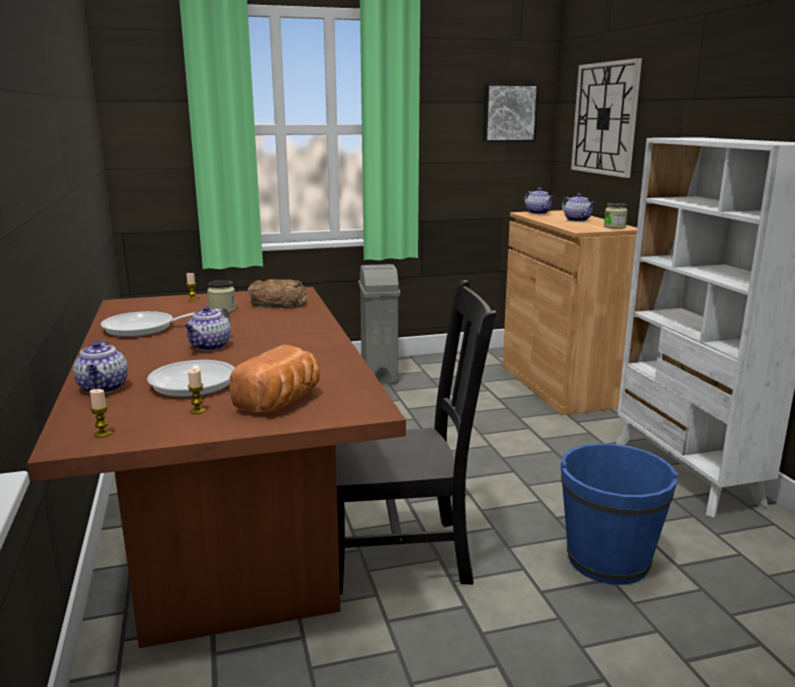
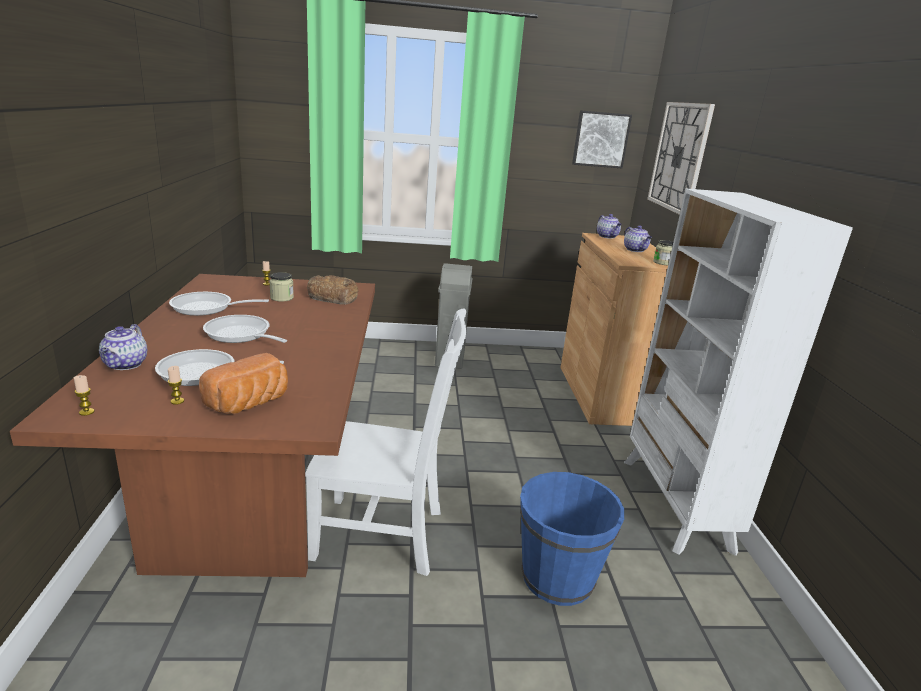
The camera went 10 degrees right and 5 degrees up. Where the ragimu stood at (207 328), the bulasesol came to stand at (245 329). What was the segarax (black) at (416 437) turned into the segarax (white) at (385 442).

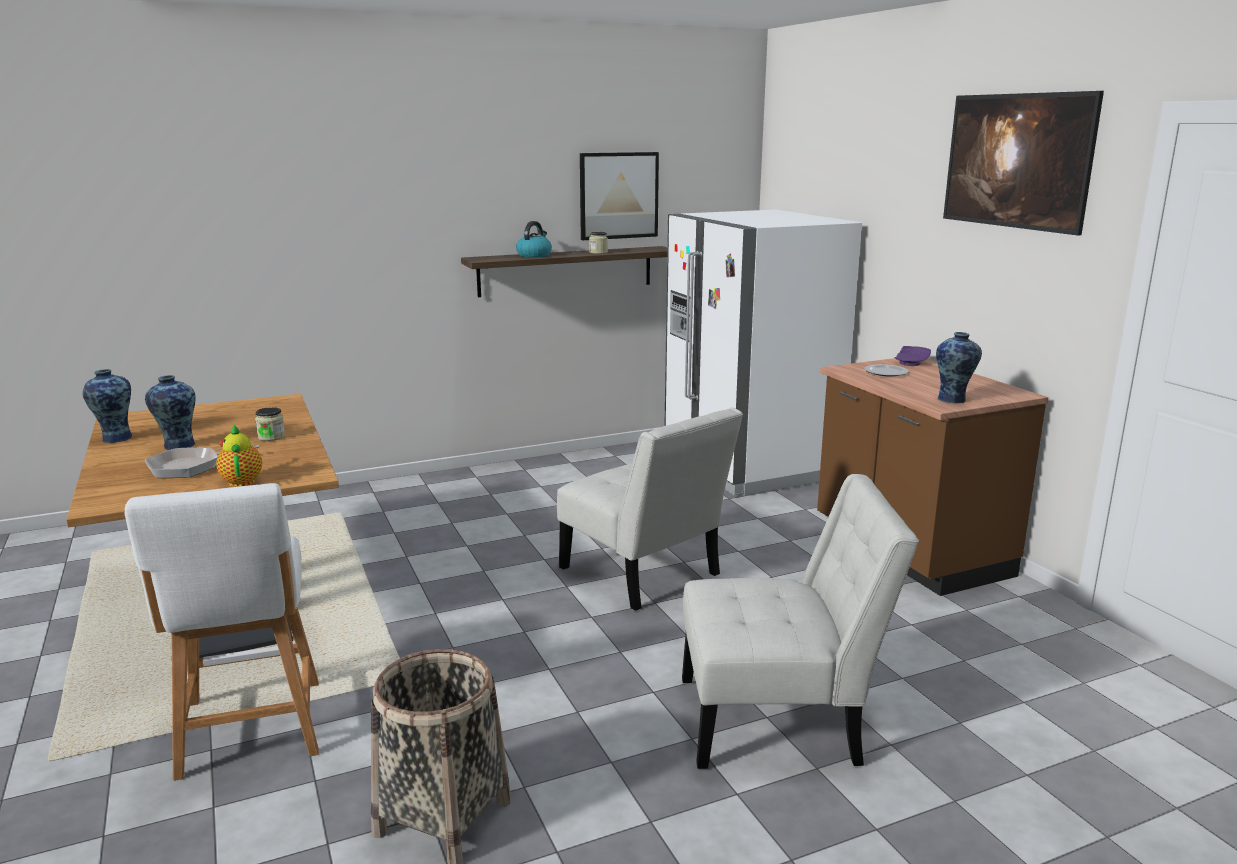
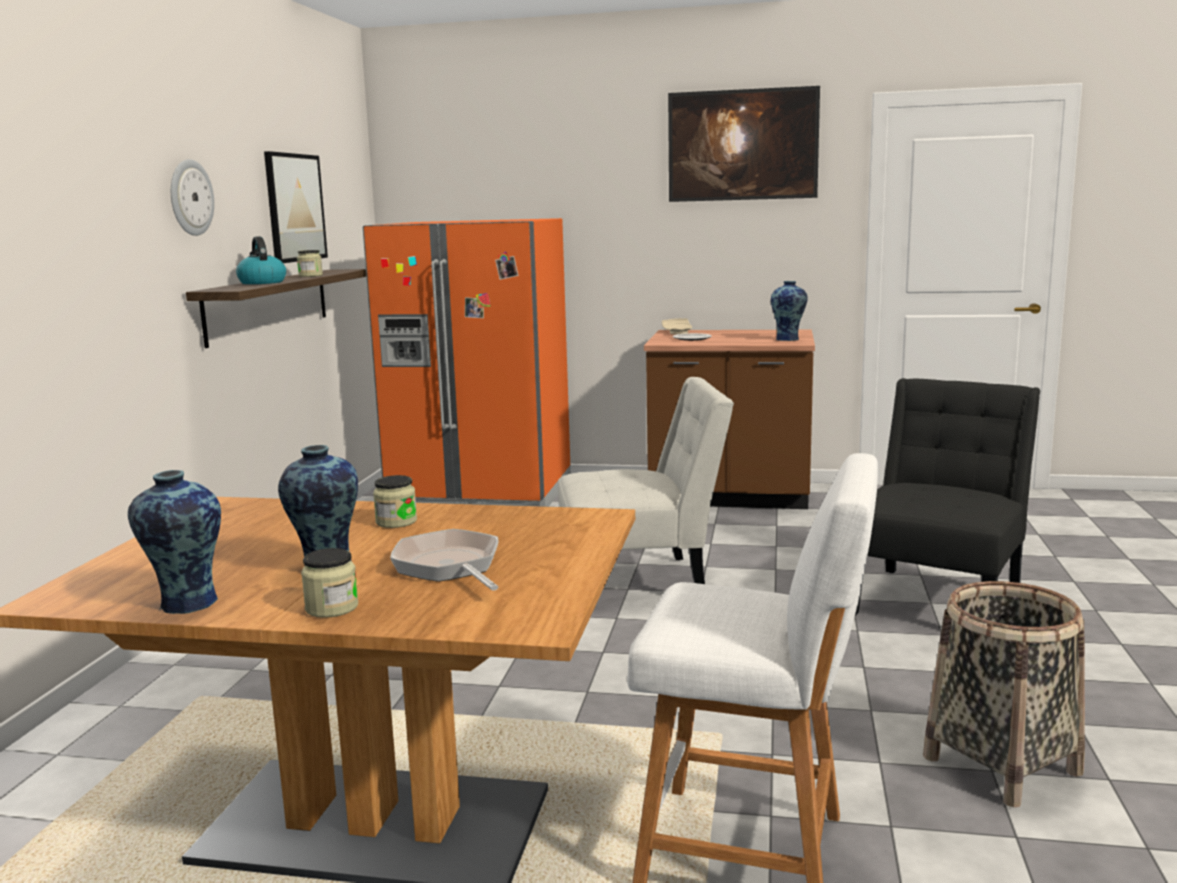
The camera went 55 degrees left and 5 degrees down. The second view lost the ragimu at (239 455). The second view gained the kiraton at (192 197). The second view gained the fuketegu at (329 583). What was the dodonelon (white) at (763 353) turned into the dodonelon (orange) at (467 362). What was the segarax (white) at (800 621) turned into the segarax (black) at (947 497). What was the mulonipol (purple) at (912 356) turned into the mulonipol (beige) at (677 326). The bulasesol at (202 461) ended up facing another way, 150 degrees clockwise from before.

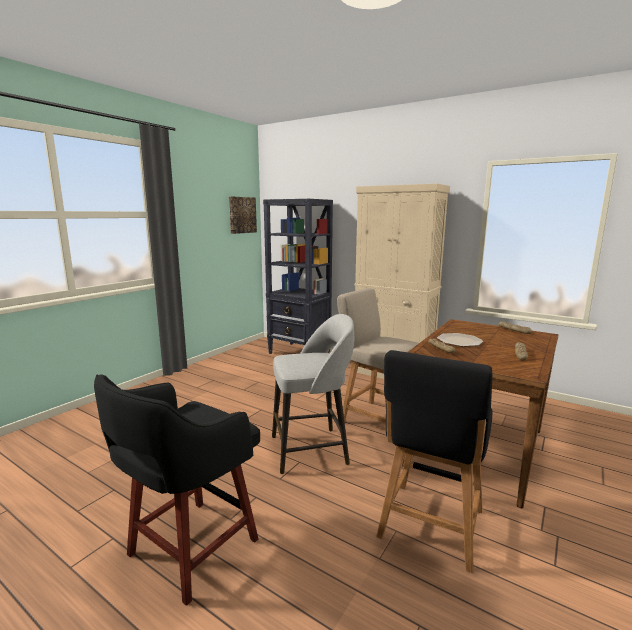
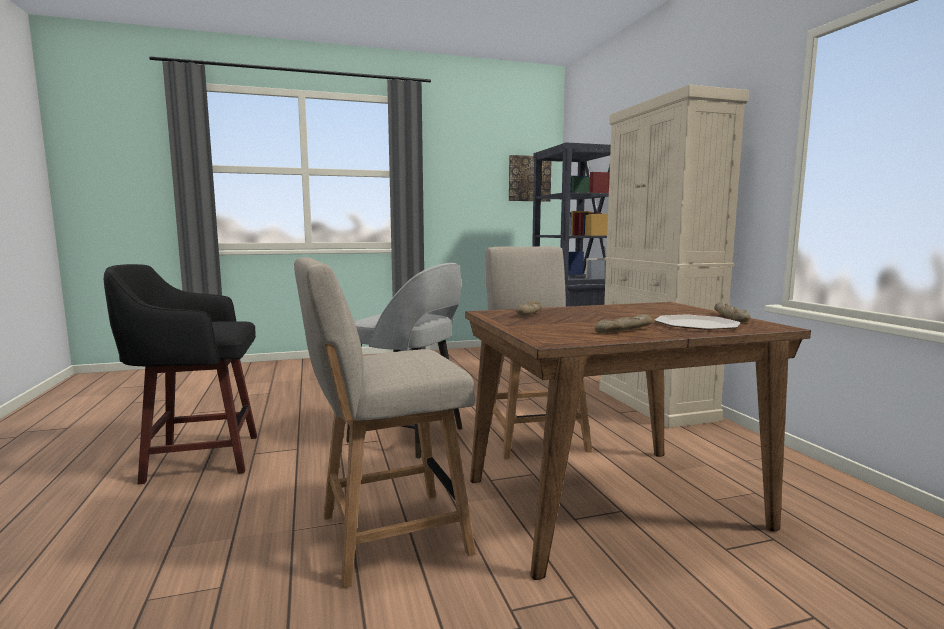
The camera went 40 degrees right and 5 degrees down. The mulonipol ended up elsewhere, having gone from (460 340) to (697 322). What was the segarax (black) at (434 461) turned into the segarax (beige) at (385 422).

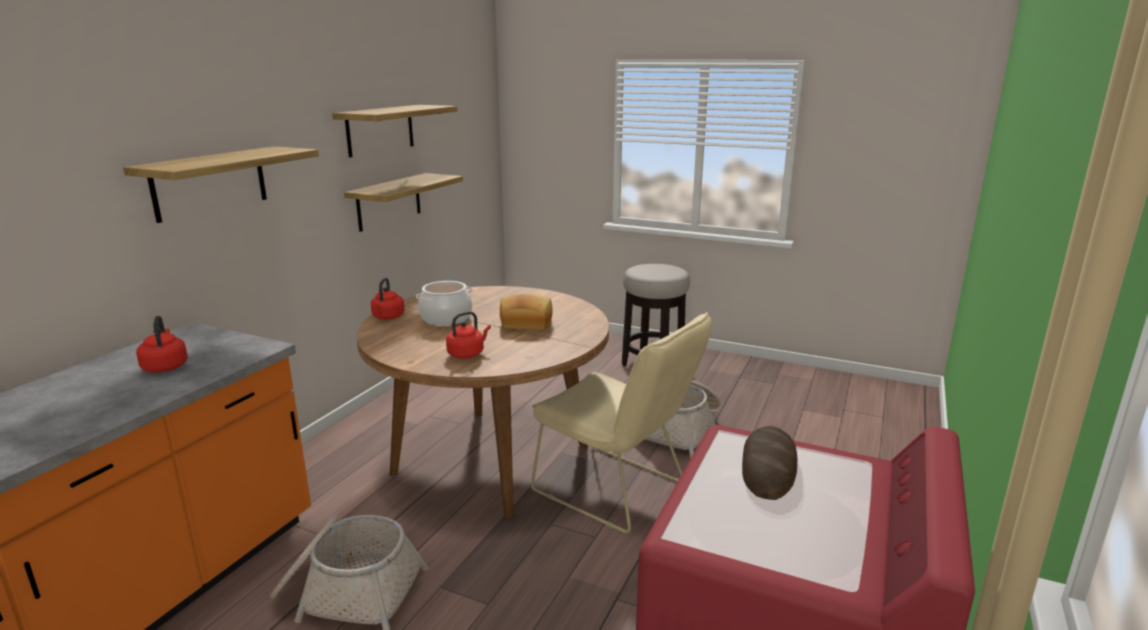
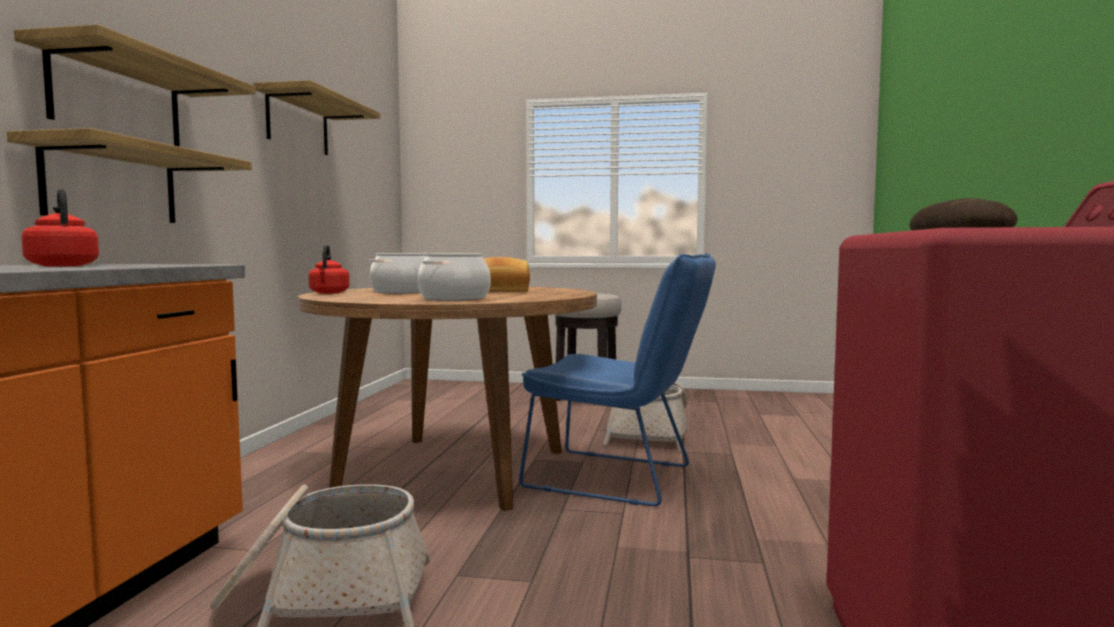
The camera went 15 degrees left and 15 degrees down. The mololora ended up elsewhere, having gone from (403 202) to (129 175). Where the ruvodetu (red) stood at (468 335), the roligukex came to stand at (454 277). What was the segarax (beige) at (621 422) turned into the segarax (blue) at (617 379).

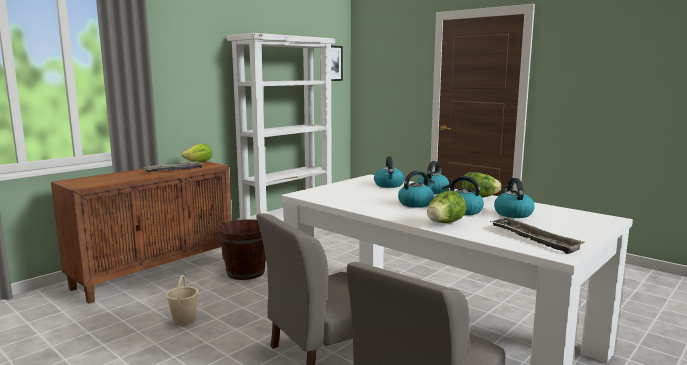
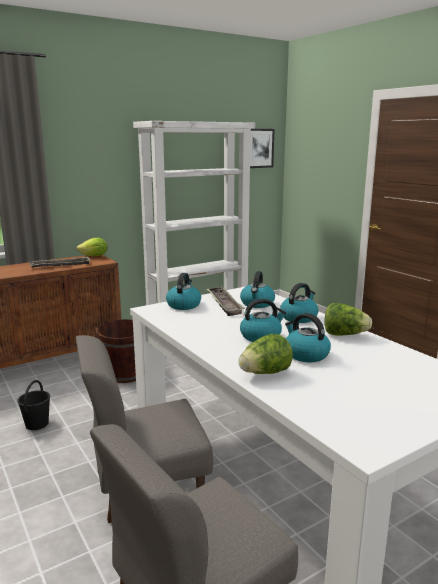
The camera went 15 degrees right and 5 degrees up. The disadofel ended up elsewhere, having gone from (538 235) to (226 301). The ruvodetu ended up elsewhere, having gone from (514 198) to (183 291). What was the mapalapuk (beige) at (182 300) turned into the mapalapuk (black) at (33 405).

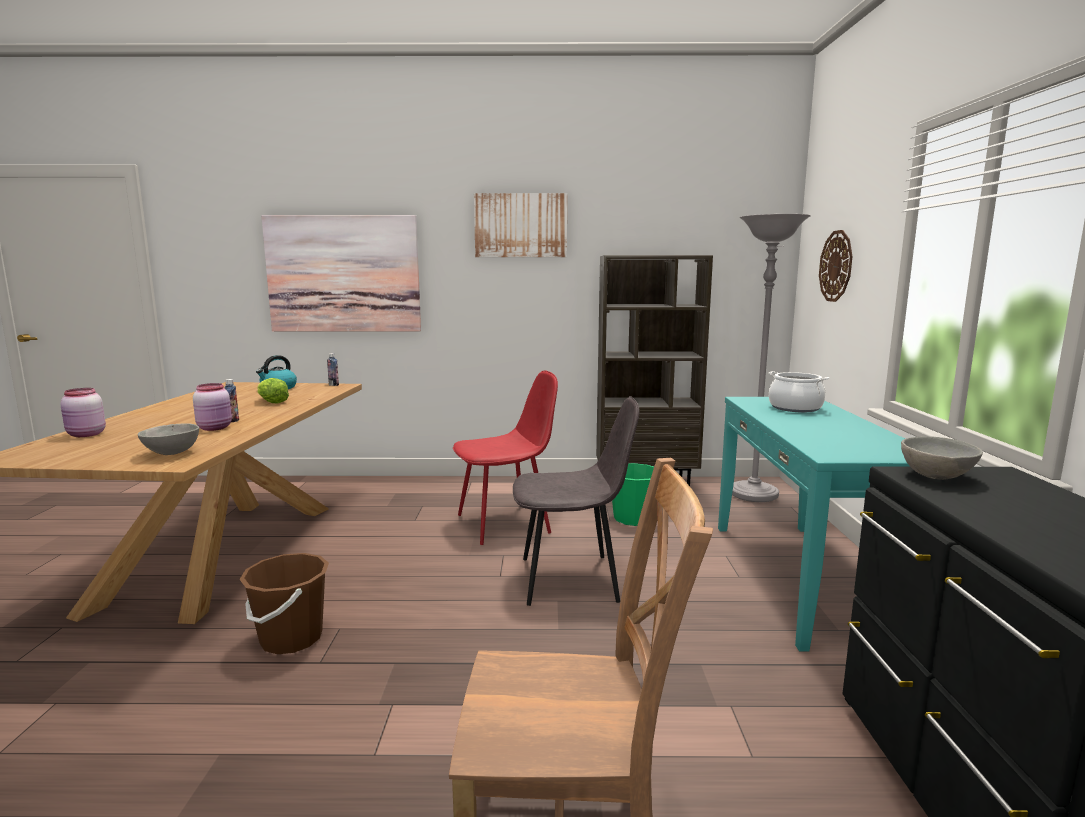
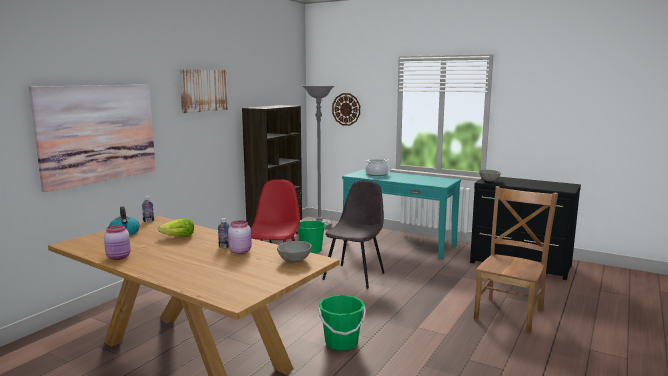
The camera went 60 degrees left and 0 degrees up. The fuketegu (pink) ended up elsewhere, having gone from (83 412) to (117 242). What was the mapalapuk (brown) at (284 603) turned into the mapalapuk (green) at (342 323).

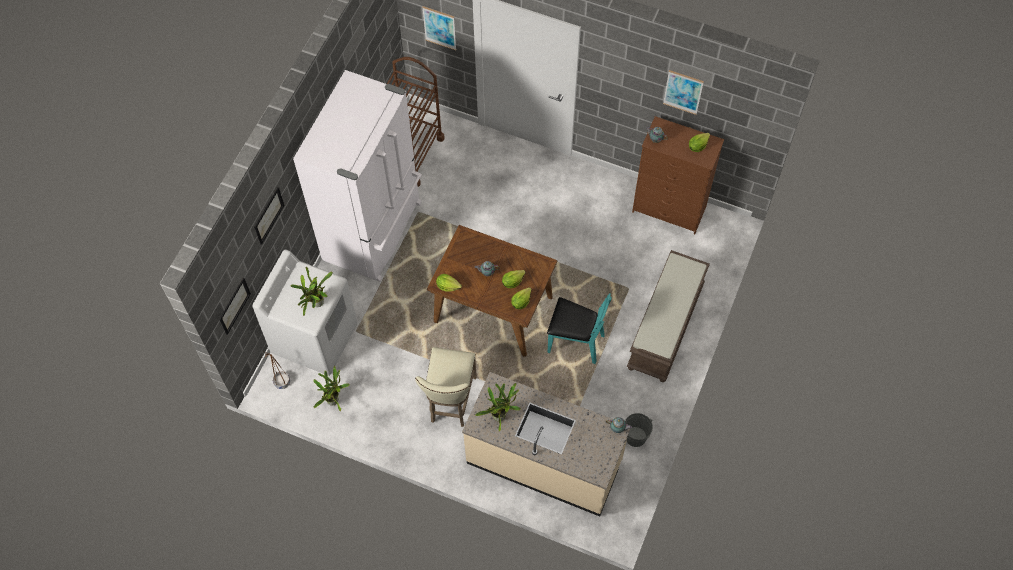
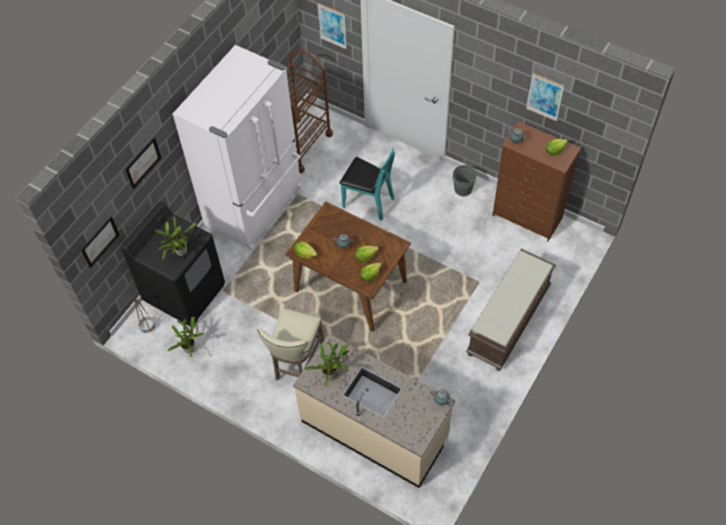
The camera went 10 degrees right and 5 degrees down. The segarax (turquoise) ended up elsewhere, having gone from (579 328) to (367 184). The mapalapuk (grey) ended up elsewhere, having gone from (639 430) to (465 180). What was the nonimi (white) at (305 313) turned into the nonimi (black) at (173 264).

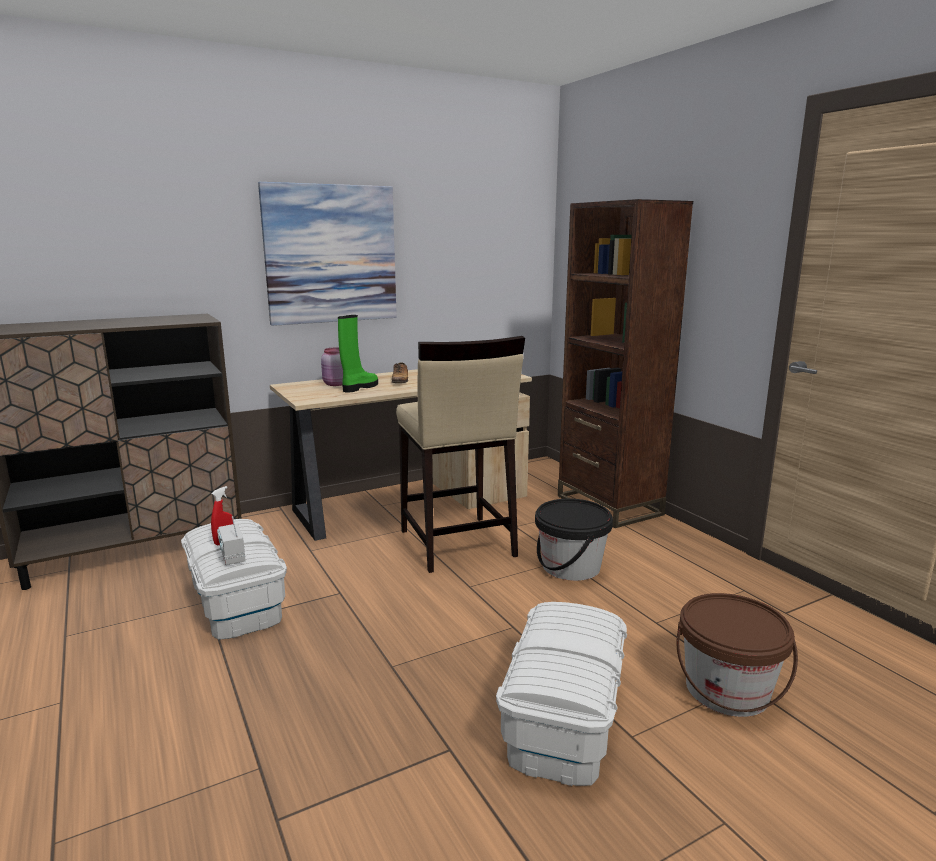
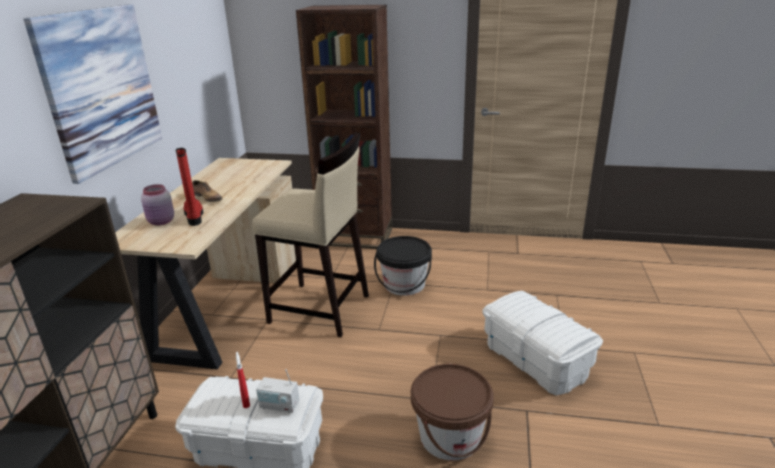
The camera went 50 degrees left and 10 degrees up. The mapalapuk (brown) ended up elsewhere, having gone from (737 655) to (452 412). What was the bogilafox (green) at (358 354) turned into the bogilafox (red) at (189 187).

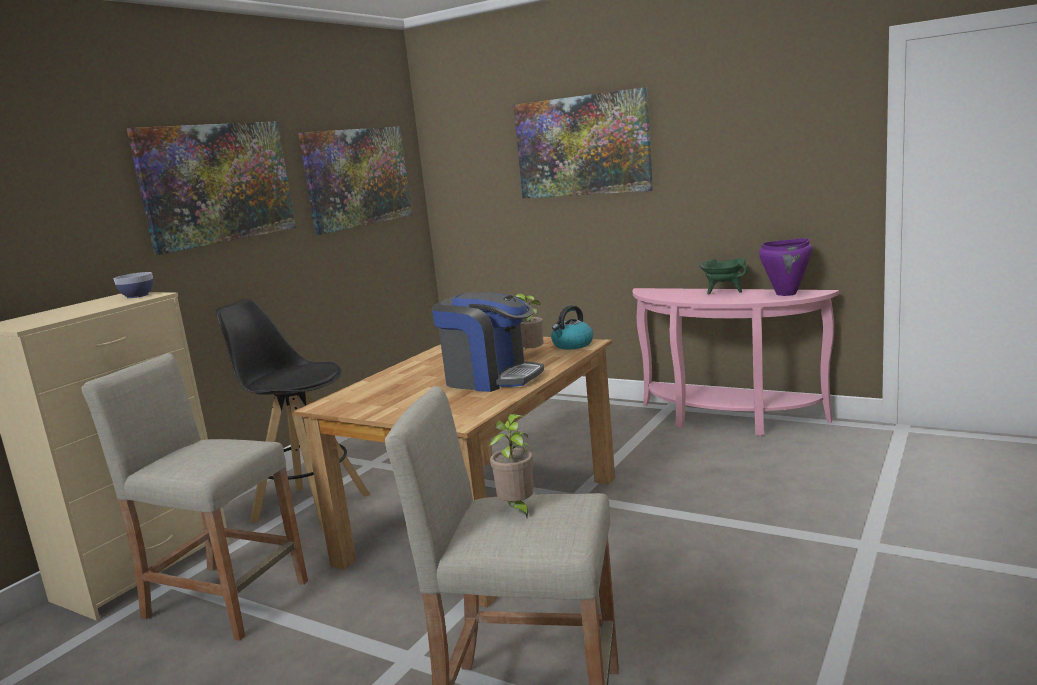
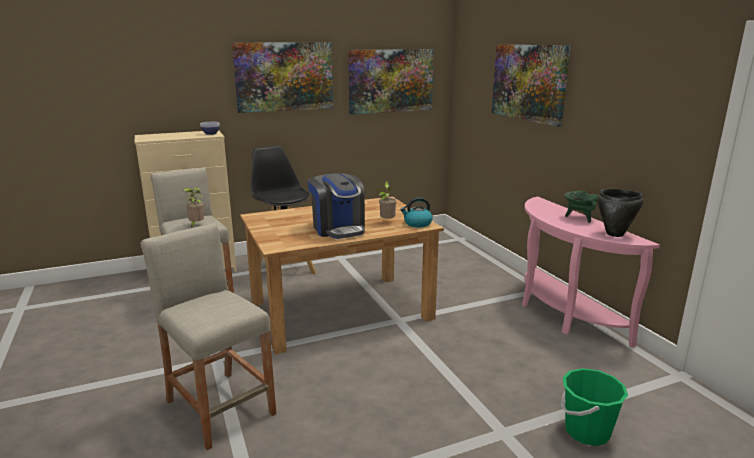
The camera went 35 degrees right and 5 degrees up. The second view gained the mapalapuk (green) at (594 407). The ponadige ended up elsewhere, having gone from (511 466) to (193 208). What was the roligukex (purple) at (785 267) turned into the roligukex (black) at (620 213).

